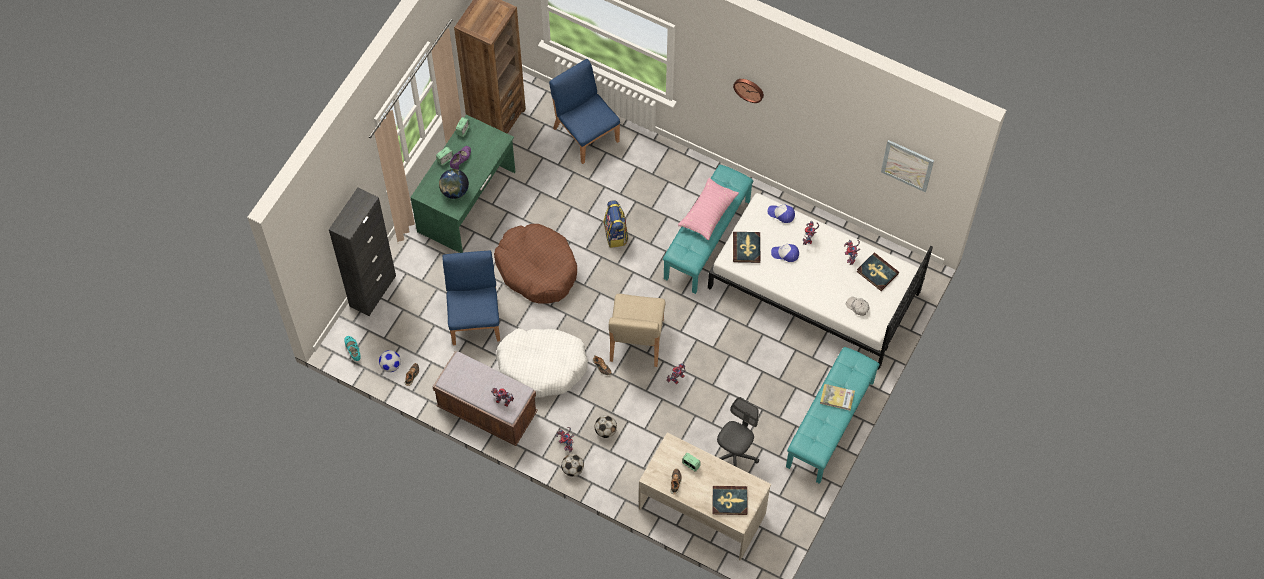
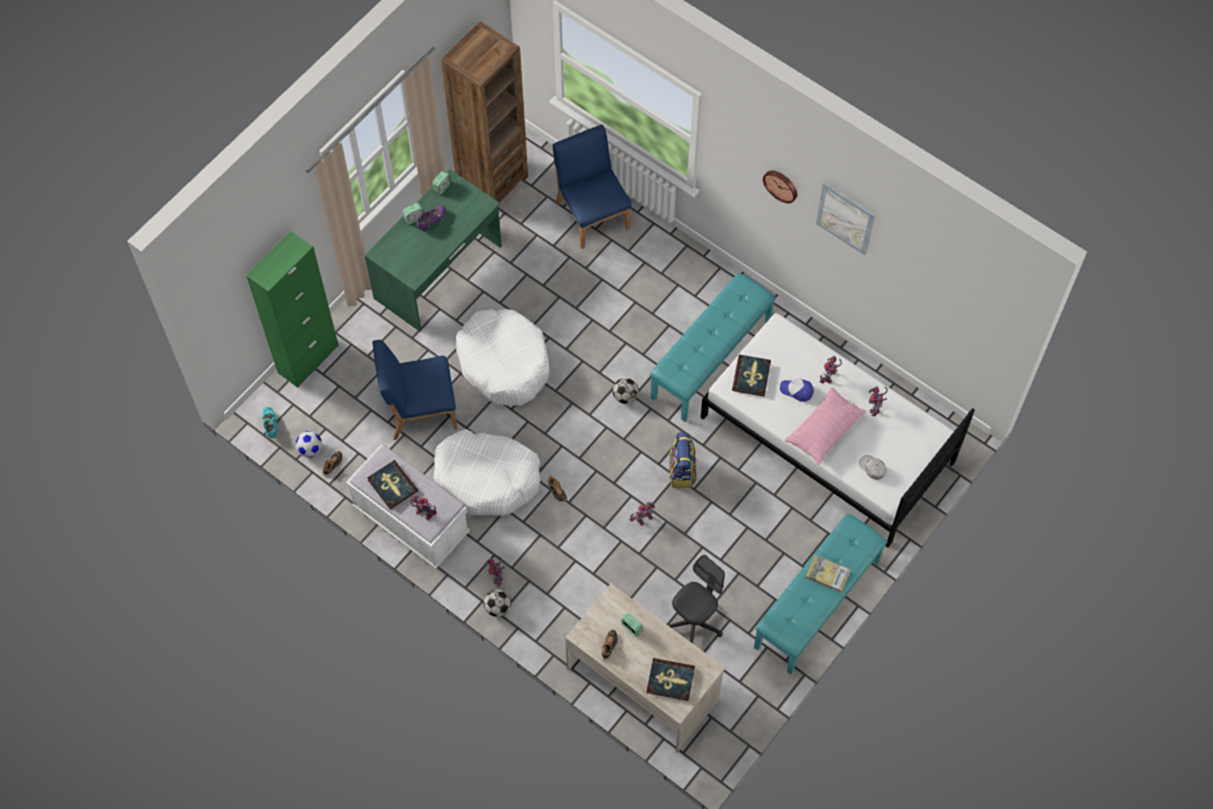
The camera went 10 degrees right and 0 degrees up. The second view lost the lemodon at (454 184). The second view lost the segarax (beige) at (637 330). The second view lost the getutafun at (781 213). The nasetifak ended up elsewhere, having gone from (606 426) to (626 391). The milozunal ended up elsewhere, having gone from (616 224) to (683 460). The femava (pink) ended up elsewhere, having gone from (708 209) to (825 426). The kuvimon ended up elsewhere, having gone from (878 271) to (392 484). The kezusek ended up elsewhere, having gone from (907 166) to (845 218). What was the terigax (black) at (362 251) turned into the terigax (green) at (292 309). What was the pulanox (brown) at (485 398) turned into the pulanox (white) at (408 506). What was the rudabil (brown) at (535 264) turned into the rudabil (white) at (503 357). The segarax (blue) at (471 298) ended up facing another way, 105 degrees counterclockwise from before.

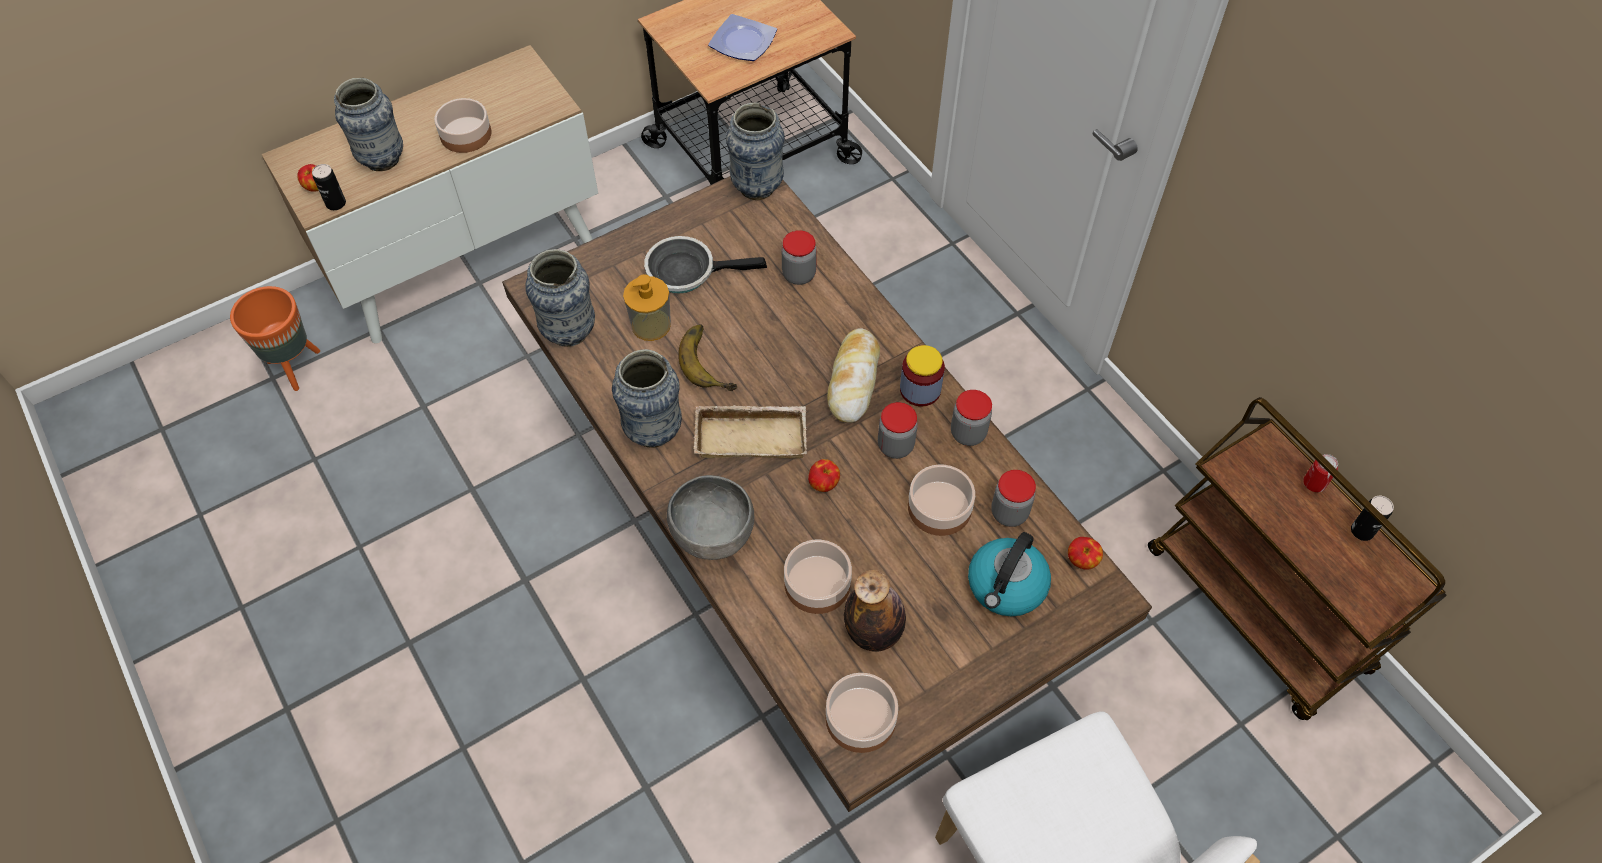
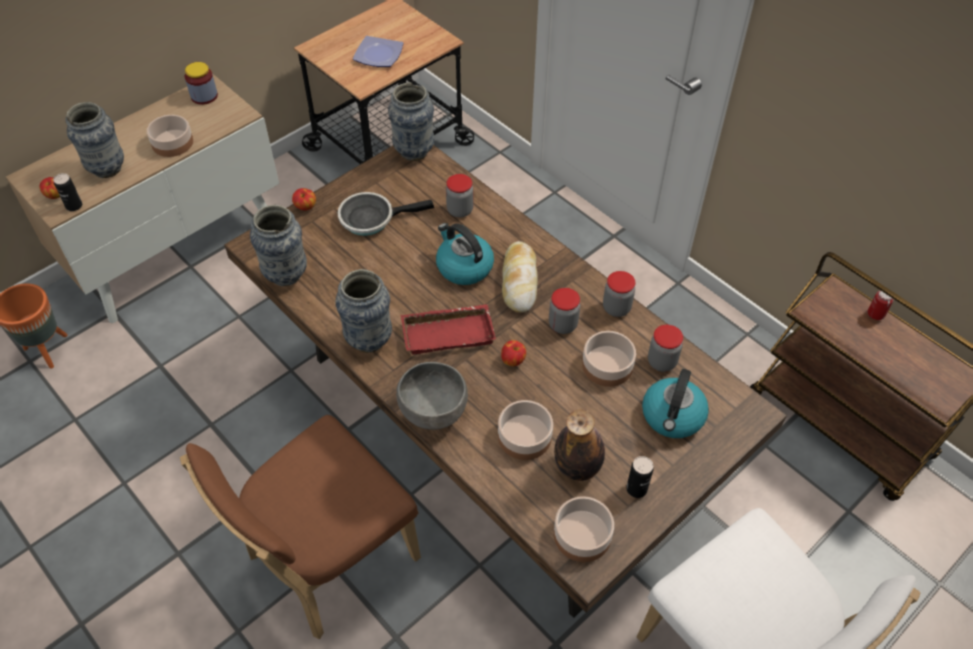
The camera went 10 degrees left and 5 degrees down. The second view lost the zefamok at (647 307). The second view lost the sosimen at (707 357). The second view gained the segarax (brown) at (300 527). The second view gained the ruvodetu at (465 254). The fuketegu ended up elsewhere, having gone from (922 375) to (201 83). The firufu ended up elsewhere, having gone from (1085 553) to (304 199). The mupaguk ended up elsewhere, having gone from (1372 518) to (640 477). What was the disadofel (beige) at (750 431) turned into the disadofel (red) at (448 329).

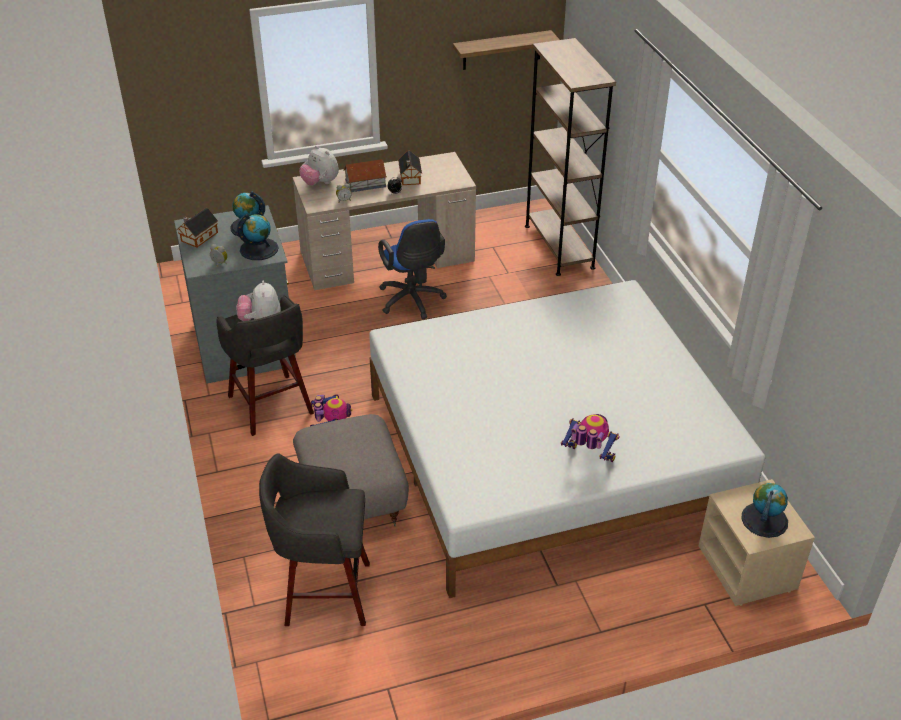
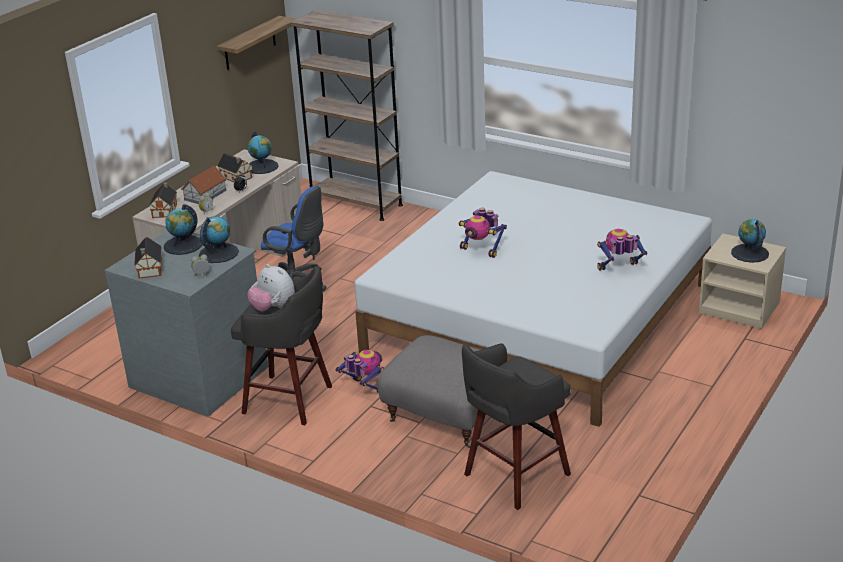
The camera went 40 degrees left and 10 degrees down. The second view gained the lemodon at (263 152). The second view gained the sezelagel at (483 233). Where the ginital stood at (319 165), the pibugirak came to stand at (162 200).

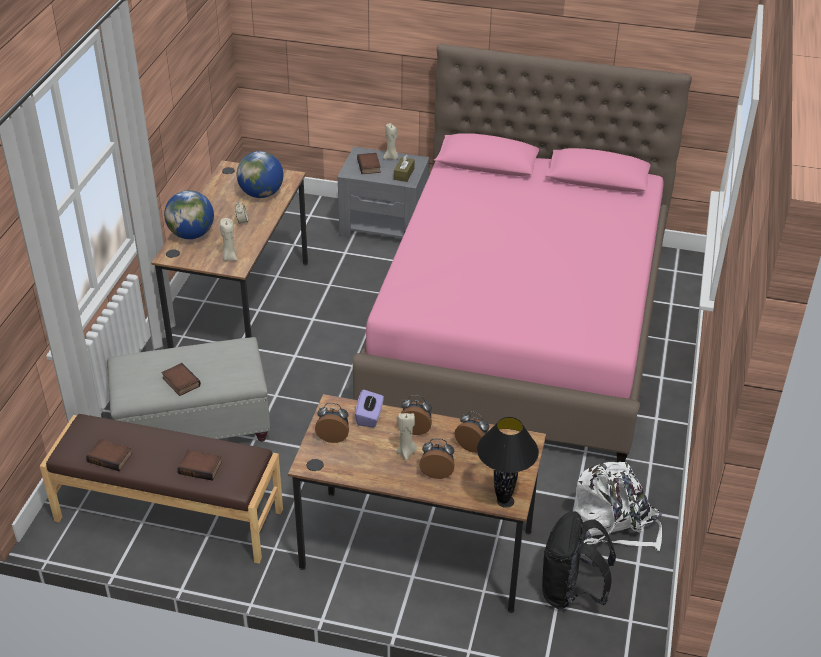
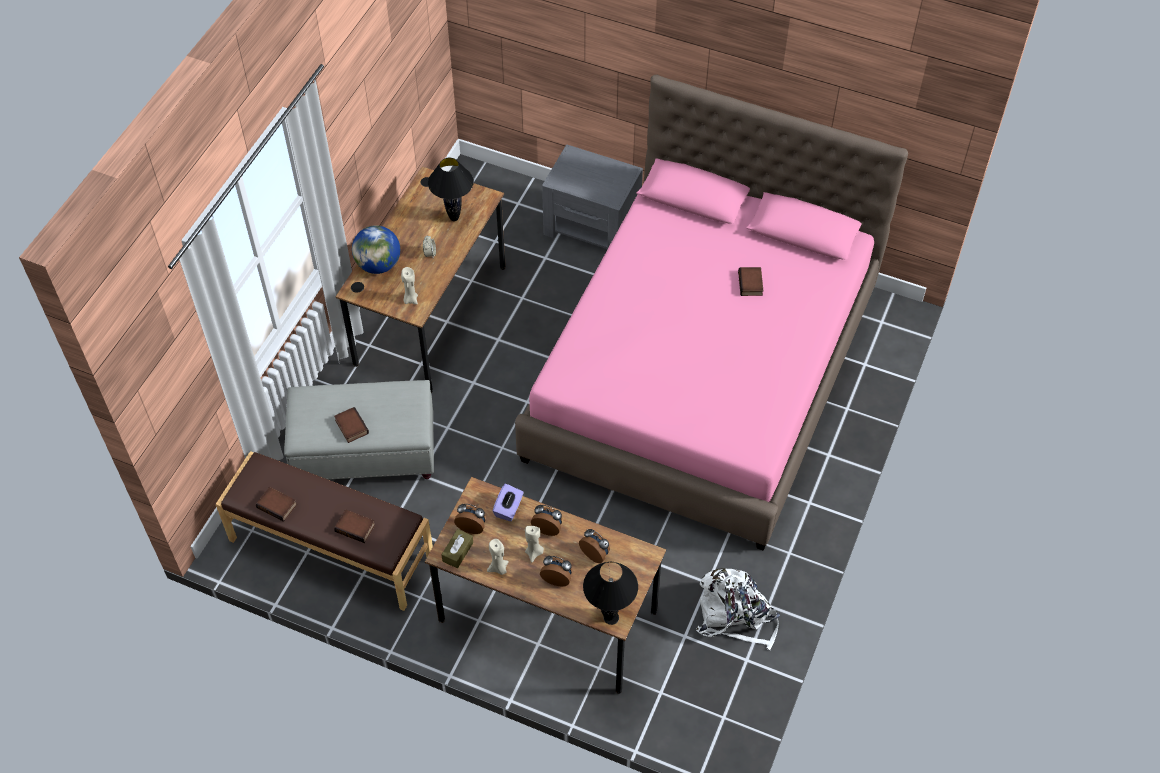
The camera went 10 degrees right and 15 degrees up. The second view lost the milozunal (black) at (579 560). The kuvimon ended up elsewhere, having gone from (369 163) to (750 281). The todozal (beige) ended up elsewhere, having gone from (390 141) to (498 557). The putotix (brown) ended up elsewhere, having gone from (404 168) to (457 548). Where the lemodon stood at (260 174), the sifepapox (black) came to stand at (451 189).

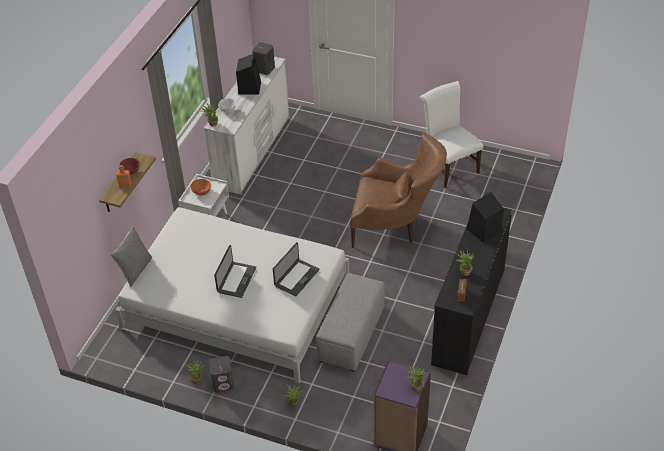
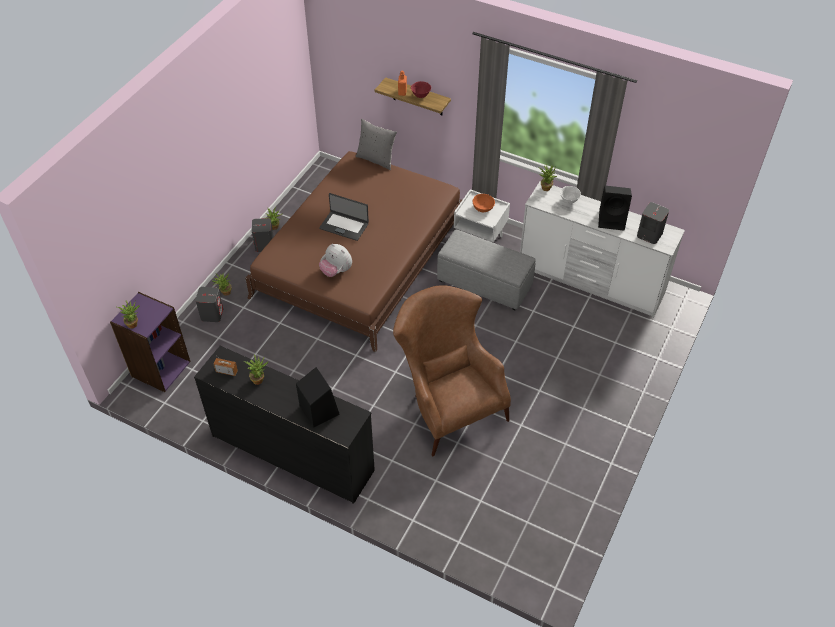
The camera went 95 degrees right and 5 degrees up. The second view lost the segarax (white) at (451 134). The second view gained the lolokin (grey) at (209 304). The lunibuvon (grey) ended up elsewhere, having gone from (350 322) to (486 270). Where the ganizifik stood at (296 269), the ginital came to stand at (335 260). What was the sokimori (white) at (232 295) turned into the sokimori (brown) at (353 251). The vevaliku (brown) at (398 190) ended up facing another way, 135 degrees clockwise from before.

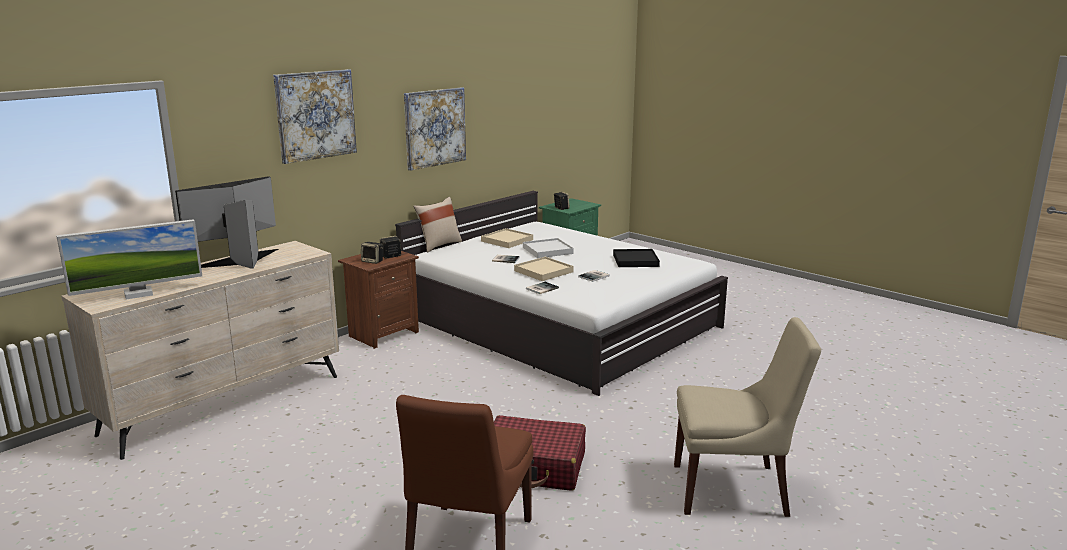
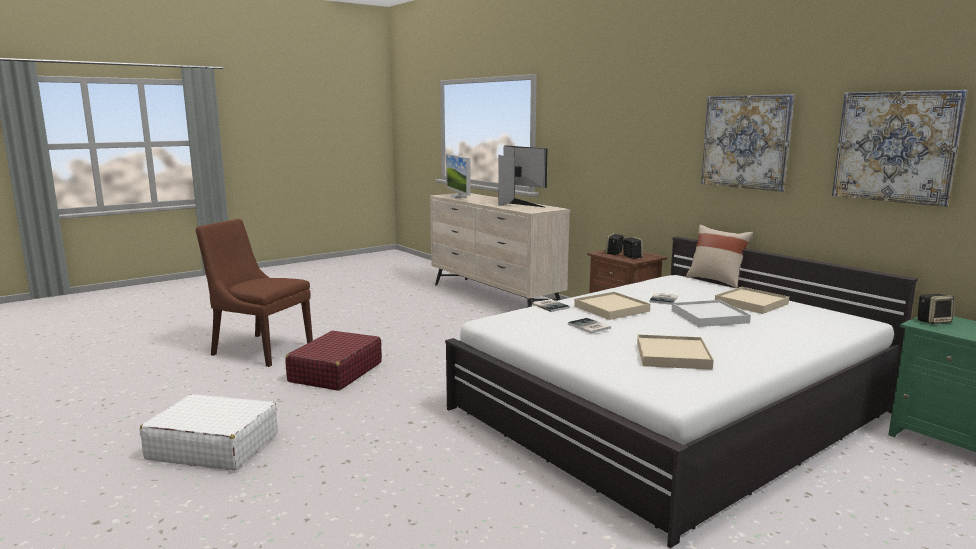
The camera went 100 degrees right and 5 degrees down. The kezusek ended up elsewhere, having gone from (315 116) to (900 148). Where the segarax (beige) stood at (747 417), the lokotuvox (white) came to stand at (209 432). What was the disadofel (black) at (636 258) turned into the disadofel (beige) at (675 352).

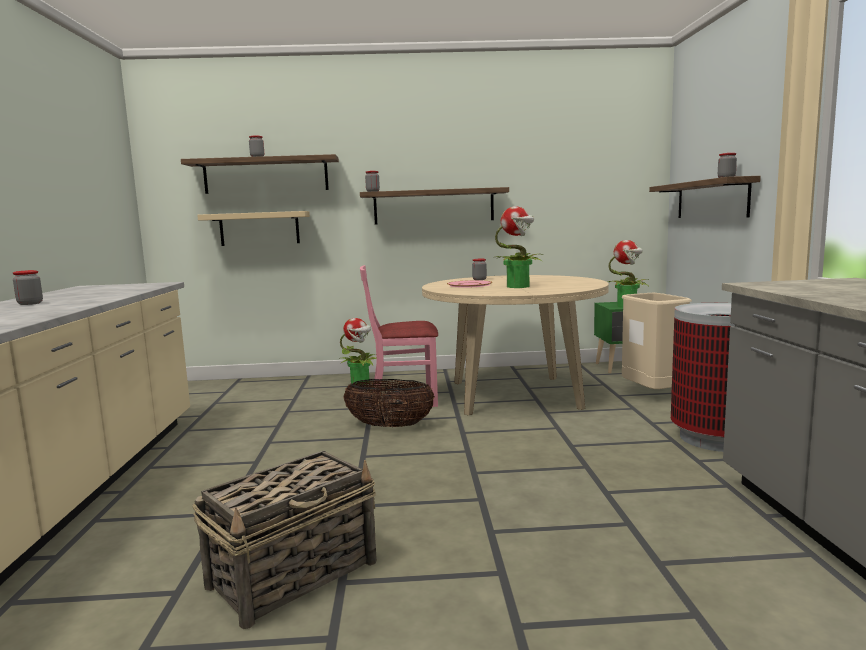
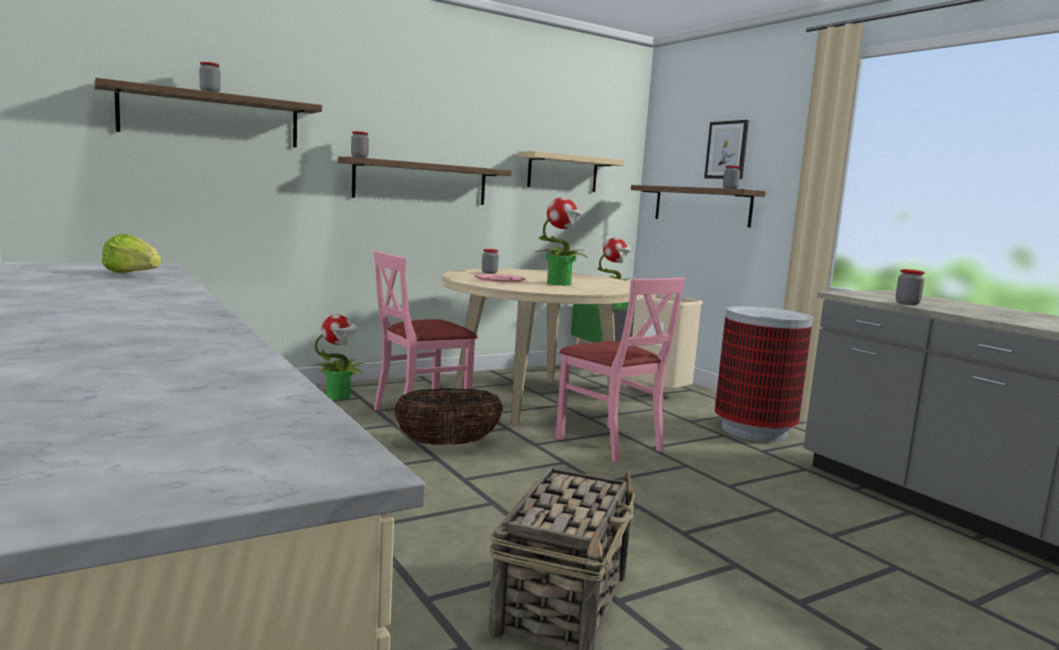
The camera went 30 degrees left and 0 degrees up. The second view gained the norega at (132 253). The second view gained the segarax (pink) at (621 369). The second view gained the kezusek at (726 149). The fuketegu ended up elsewhere, having gone from (28 287) to (910 287). The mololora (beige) ended up elsewhere, having gone from (253 228) to (571 171).

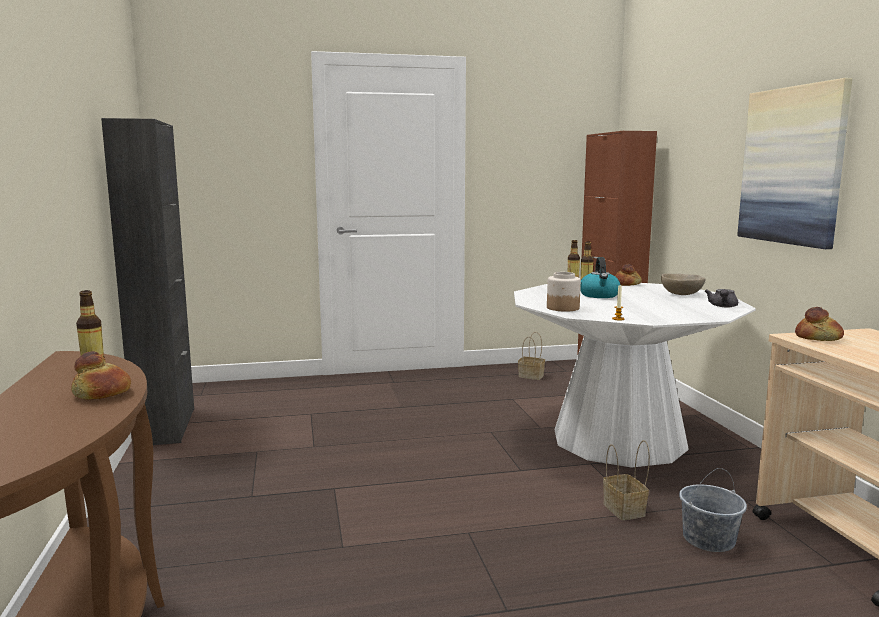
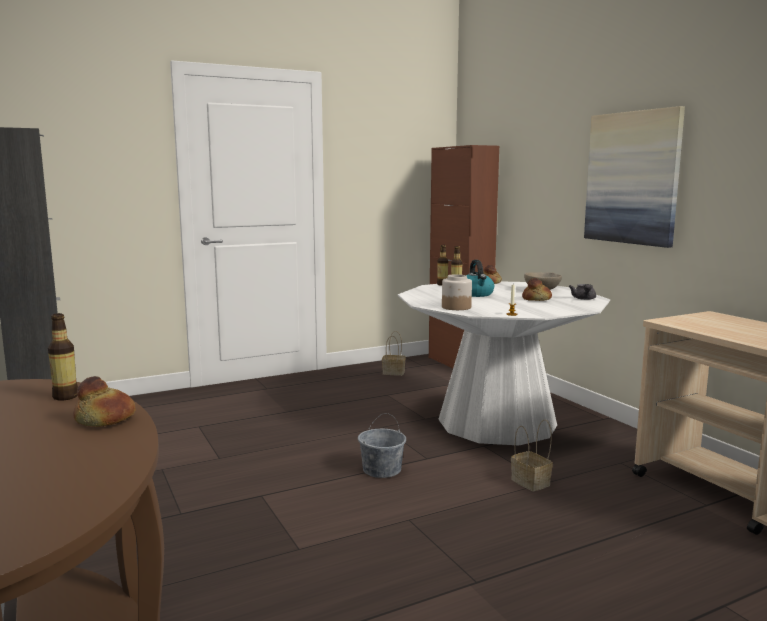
The camera went 15 degrees left and 0 degrees up. The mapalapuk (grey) ended up elsewhere, having gone from (713 510) to (382 445). The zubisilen ended up elsewhere, having gone from (819 324) to (537 289).

